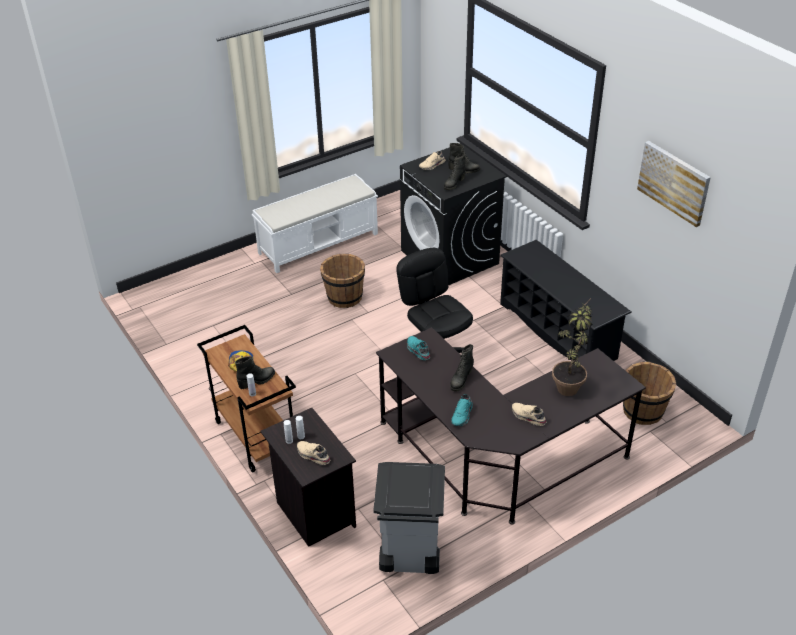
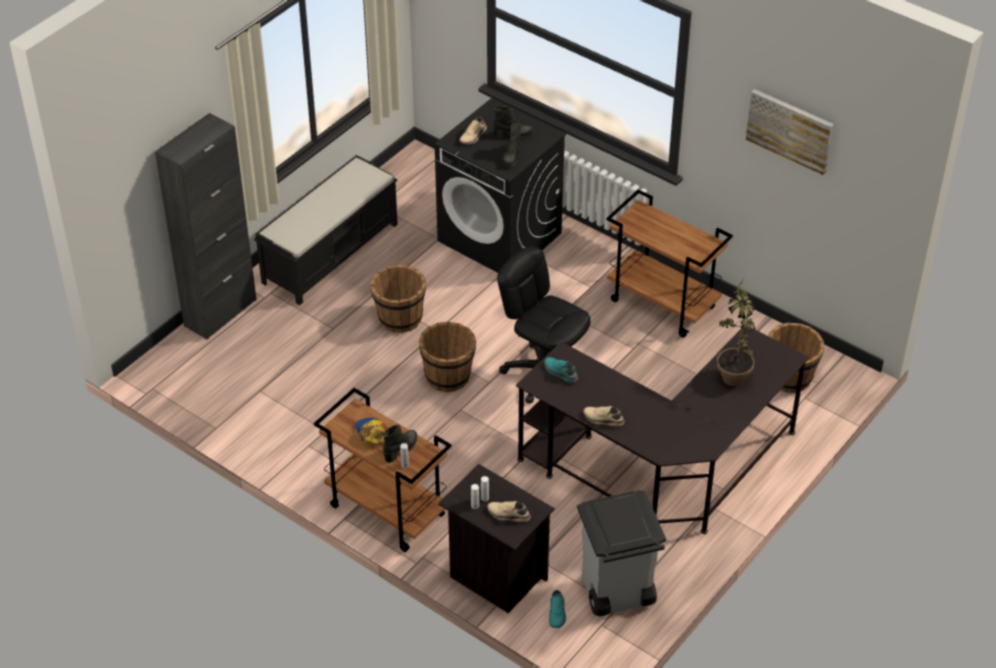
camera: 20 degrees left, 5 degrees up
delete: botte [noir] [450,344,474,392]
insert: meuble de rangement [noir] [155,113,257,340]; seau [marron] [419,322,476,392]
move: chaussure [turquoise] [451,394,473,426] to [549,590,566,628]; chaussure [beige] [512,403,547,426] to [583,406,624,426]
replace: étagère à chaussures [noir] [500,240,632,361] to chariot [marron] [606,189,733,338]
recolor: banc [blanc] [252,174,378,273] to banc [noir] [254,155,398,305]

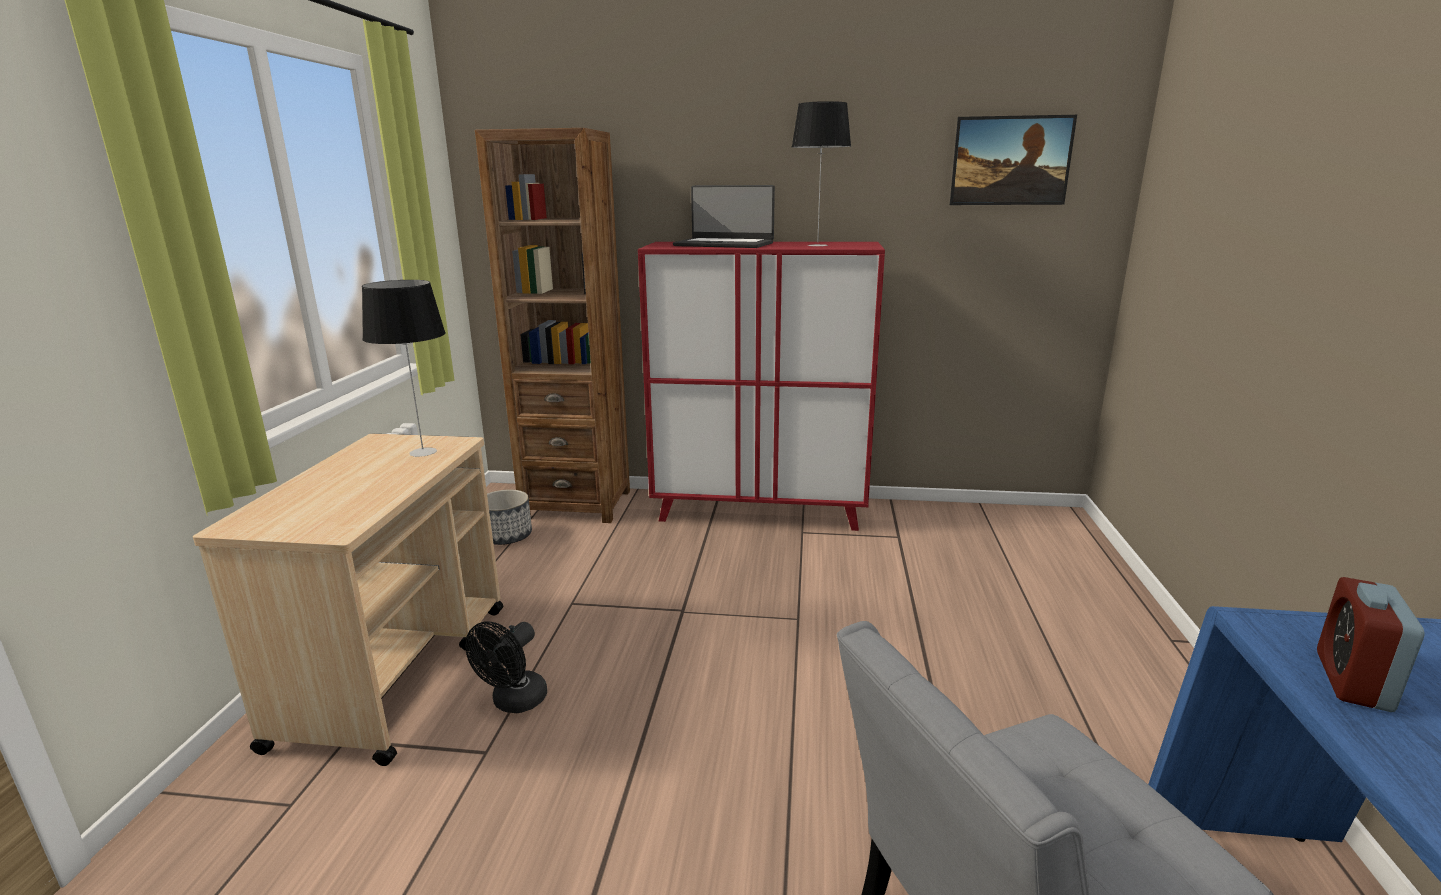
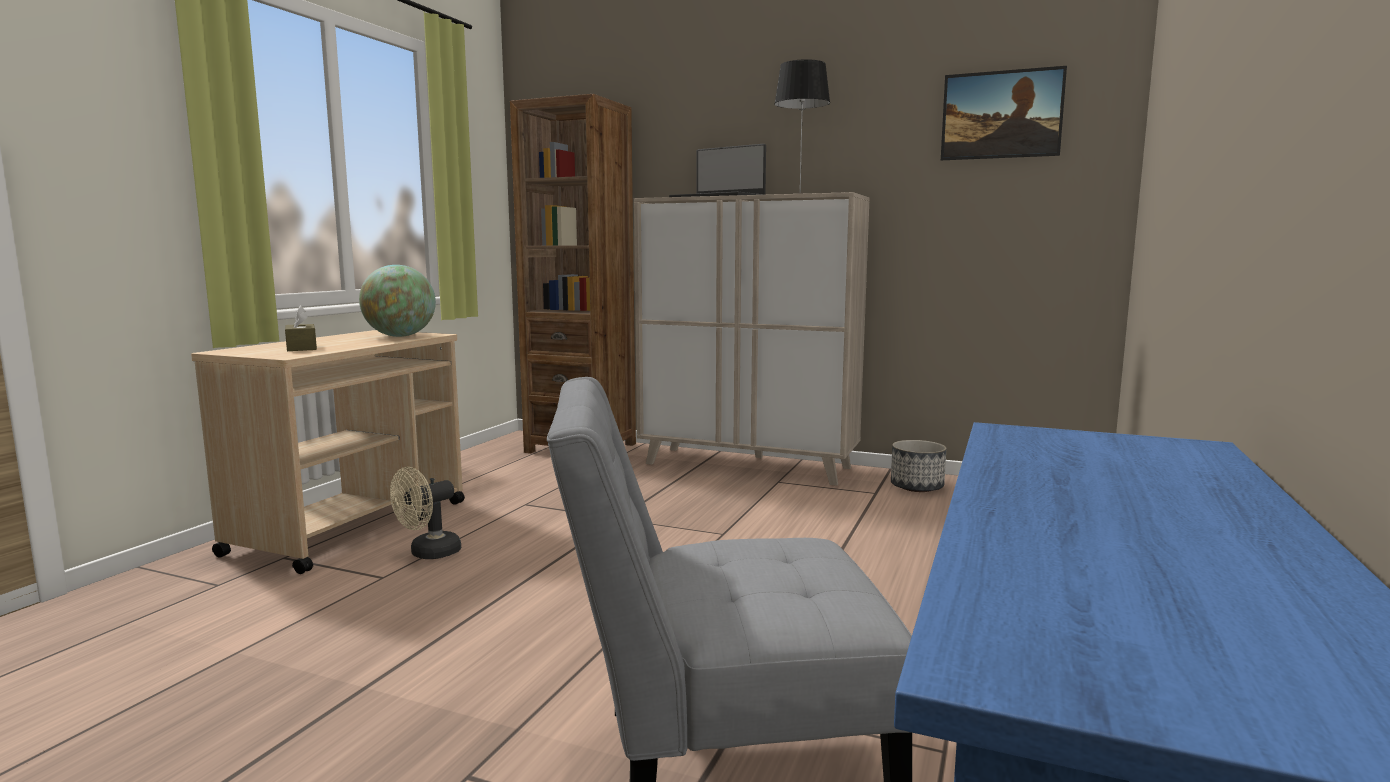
camera: 15 degrees right, 10 degrees down
delete: réveil [1317,577,1425,712]
insert: boîte à mouchoirs [marron] [285,306,317,351]
move: cache-pot [487,489,532,545] to [891,440,946,492]
replace: lampe de table [362,280,445,457] to globe [359,265,436,337]
recolor: ventilateur [noir] [465,622,547,713] to ventilateur [beige] [390,467,461,559]; meuble de rangement [rouge] [638,242,885,531] to meuble de rangement [beige] [634,192,869,486]

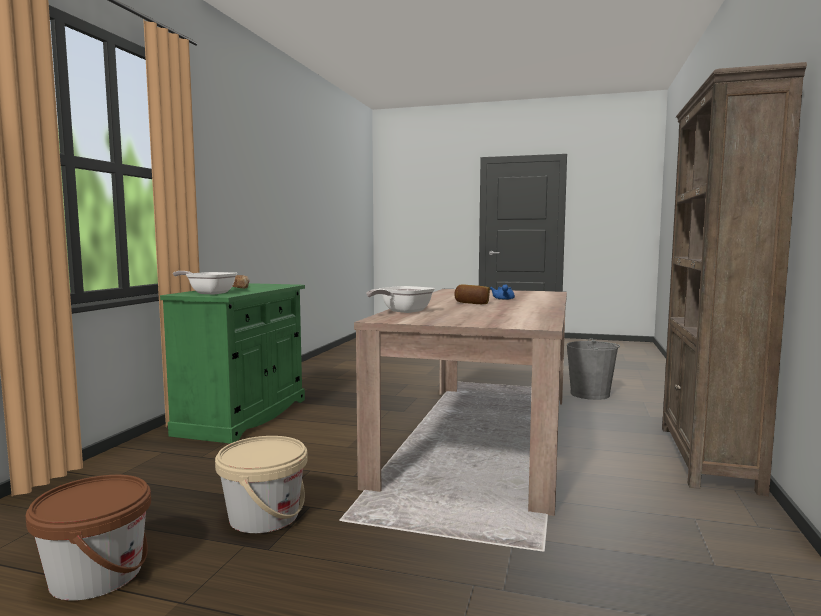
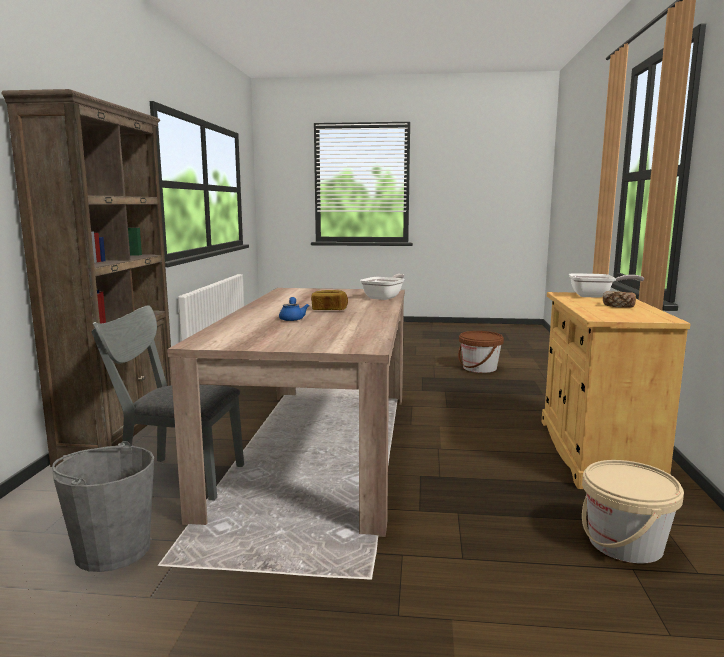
camera: 170 degrees right, 5 degrees up
insert: chaise [gris] [91,305,244,501]
move: seau [beige] [215,436,308,533] to [582,460,684,564]
recolor: meuble de rangement [vert] [160,283,305,444] to meuble de rangement [beige] [542,292,691,489]

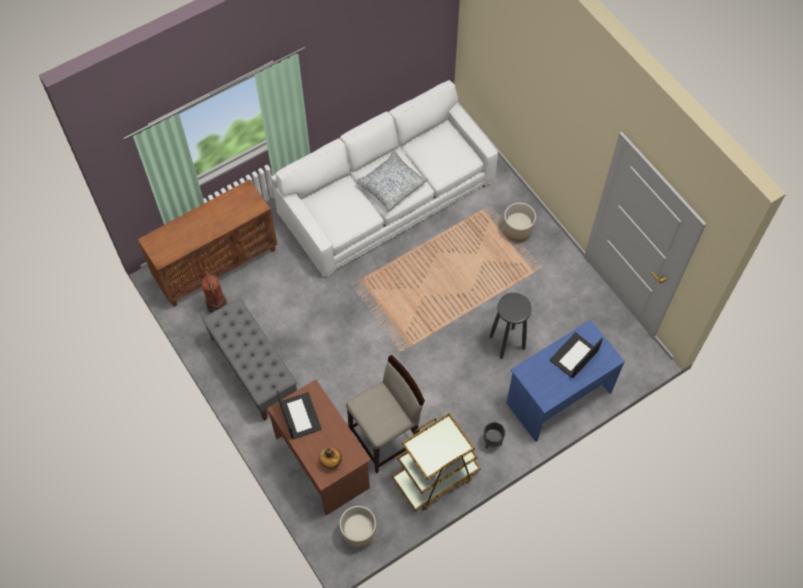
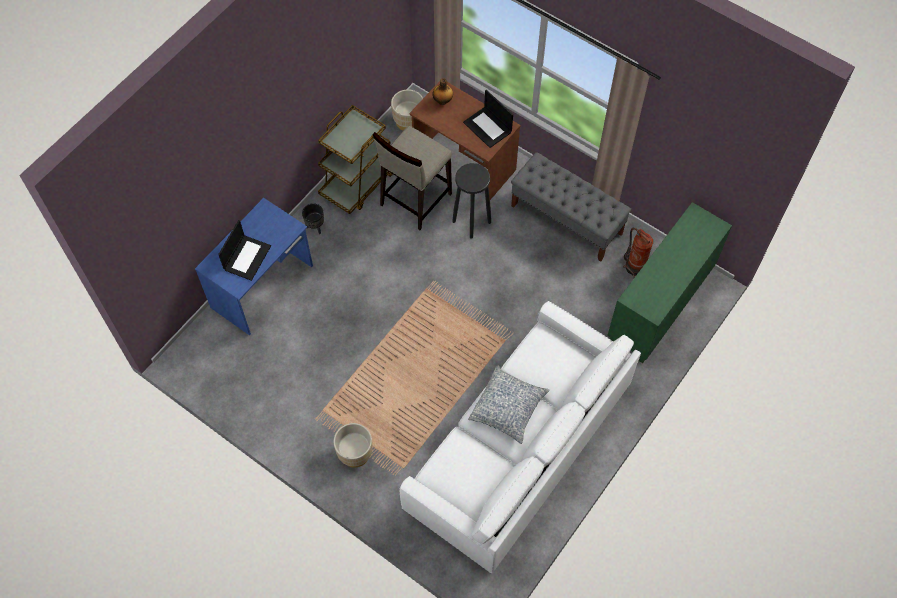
camera: 160 degrees right, 0 degrees up
move: tabouret [noir] [489,293,532,359] to [452,163,491,239]
recolor: meuble de rangement [marron] [137,179,277,307] to meuble de rangement [vert] [607,202,732,363]

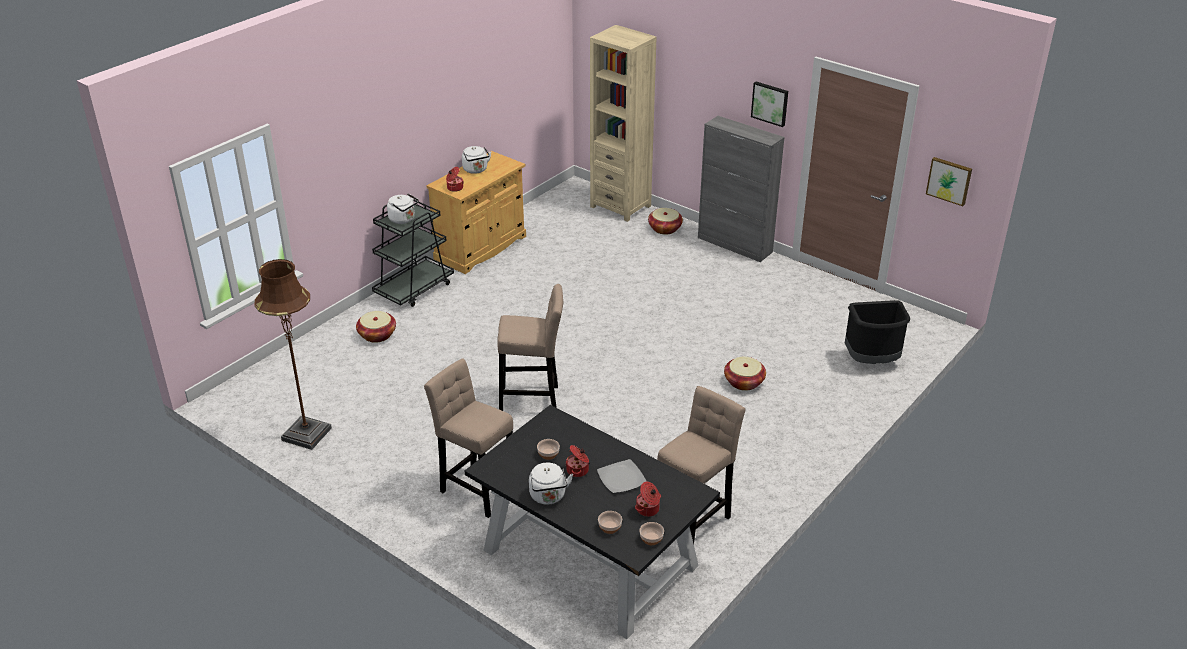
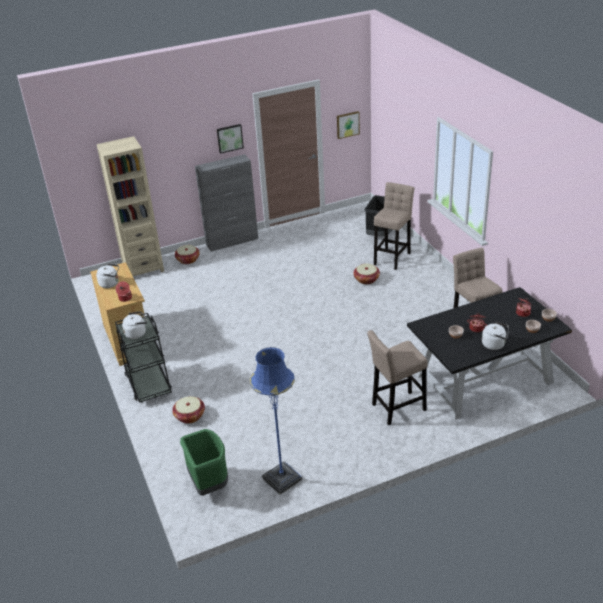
camera: 60 degrees left, 0 degrees up
delete: assiette [597,459,647,493]
insert: poubelle [vert] [180,429,228,496]
move: tabouret [beige] [497,284,563,411] to [374,182,414,270]
recolor: lampadaire [marron] [255,259,332,450] to lampadaire [bleu] [250,347,302,494]

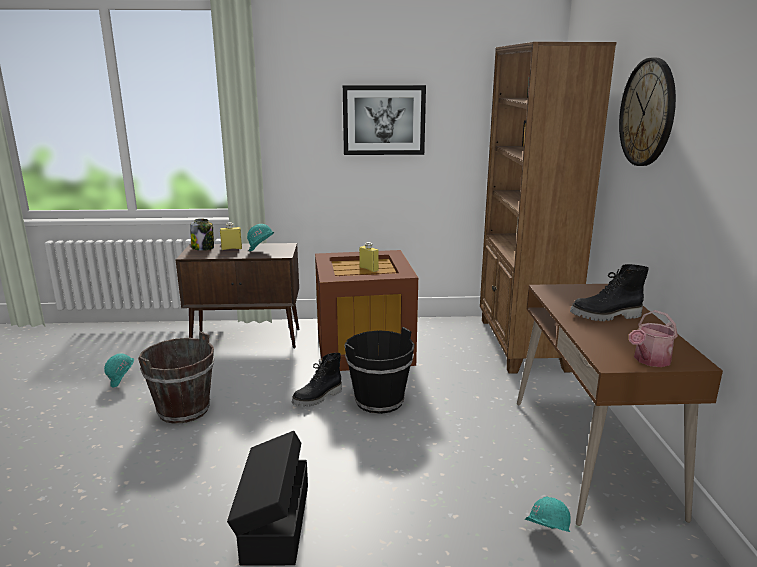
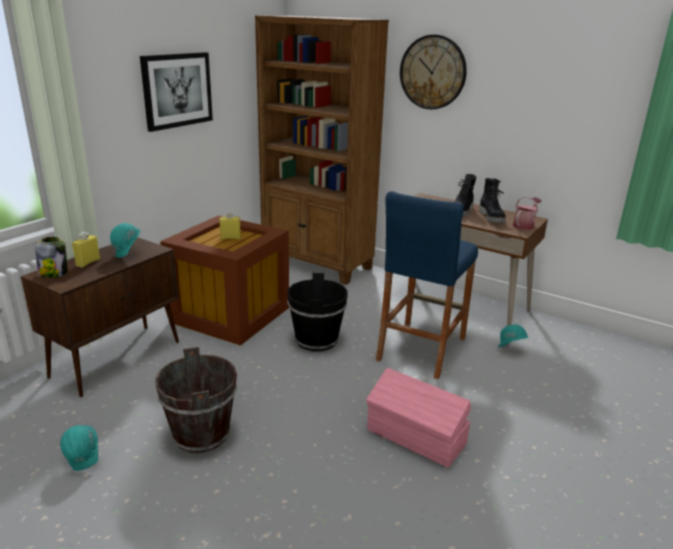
camera: 55 degrees left, 5 degrees up
insert: tabouret [bleu] [376,191,478,379]
move: botte [noir] [292,353,342,406] to [479,178,506,223]
recolor: boîte de rangement [noir] [227,431,308,566] to boîte de rangement [rose] [366,368,471,468]
rotate: arrosoir [629,310,678,367] = [513,196,541,230] 135 degrees counterclockwise

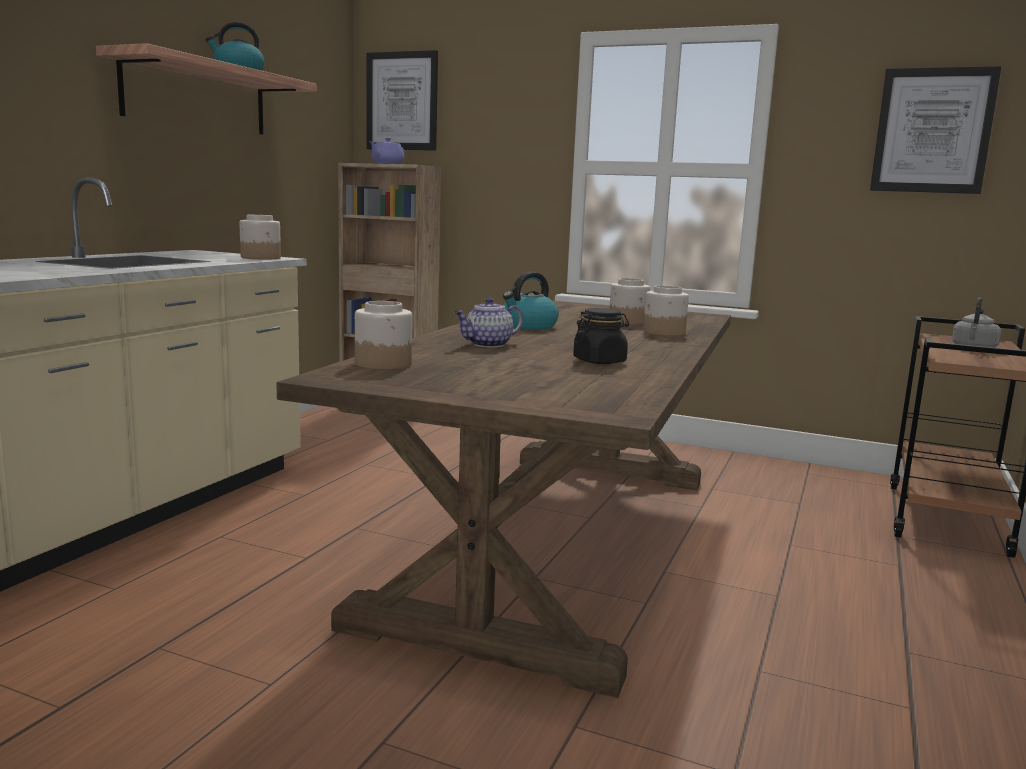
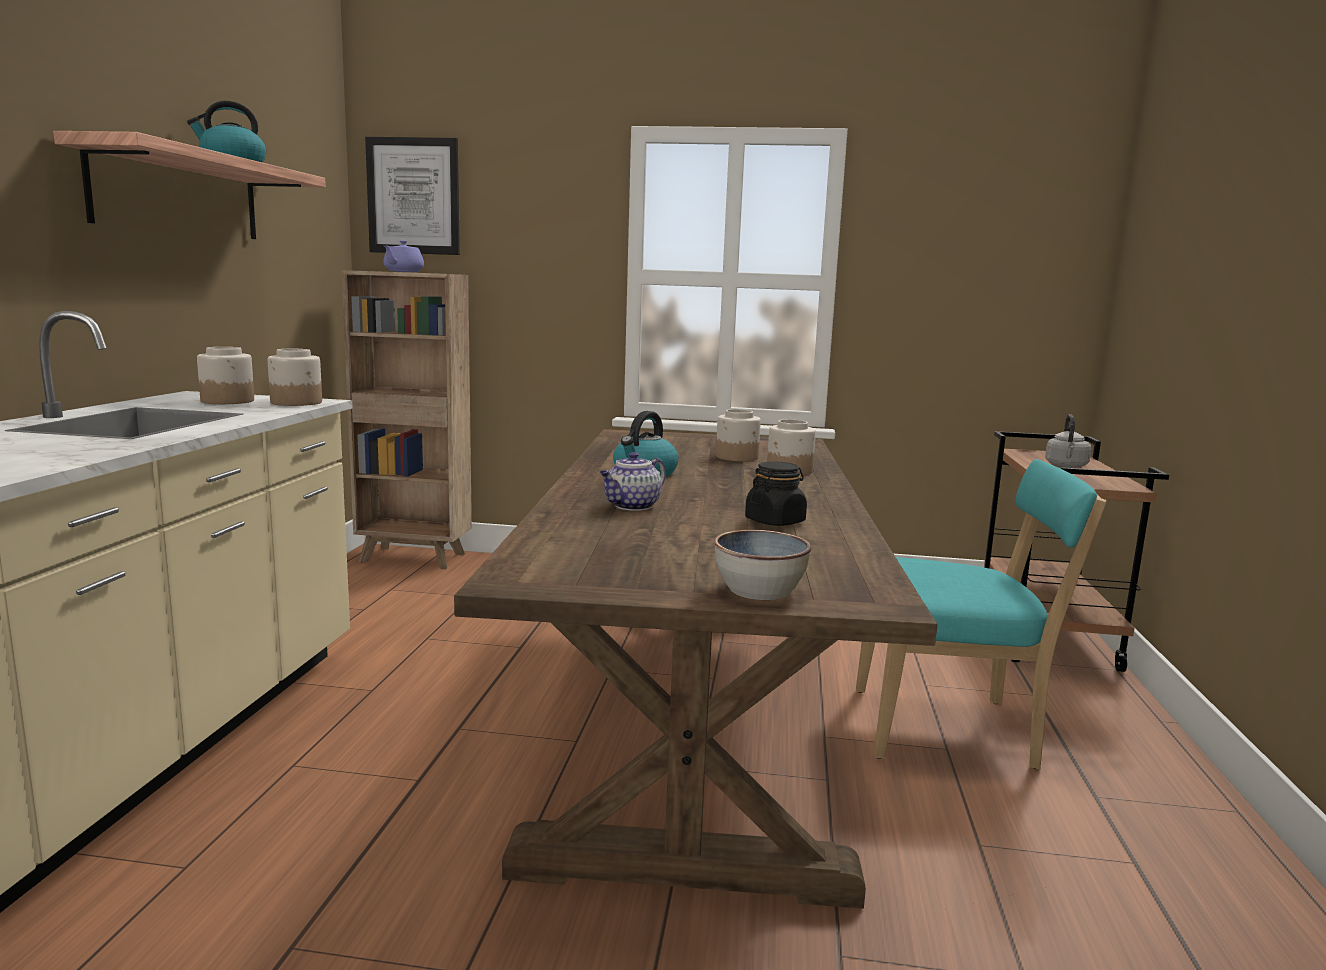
camera: 15 degrees left, 0 degrees up
delete: tableau [870,66,1002,194]
insert: bol [714,530,811,600]; chaise [turquoise] [856,459,1106,770]
move: bocal [355,301,412,370] to [197,347,254,404]

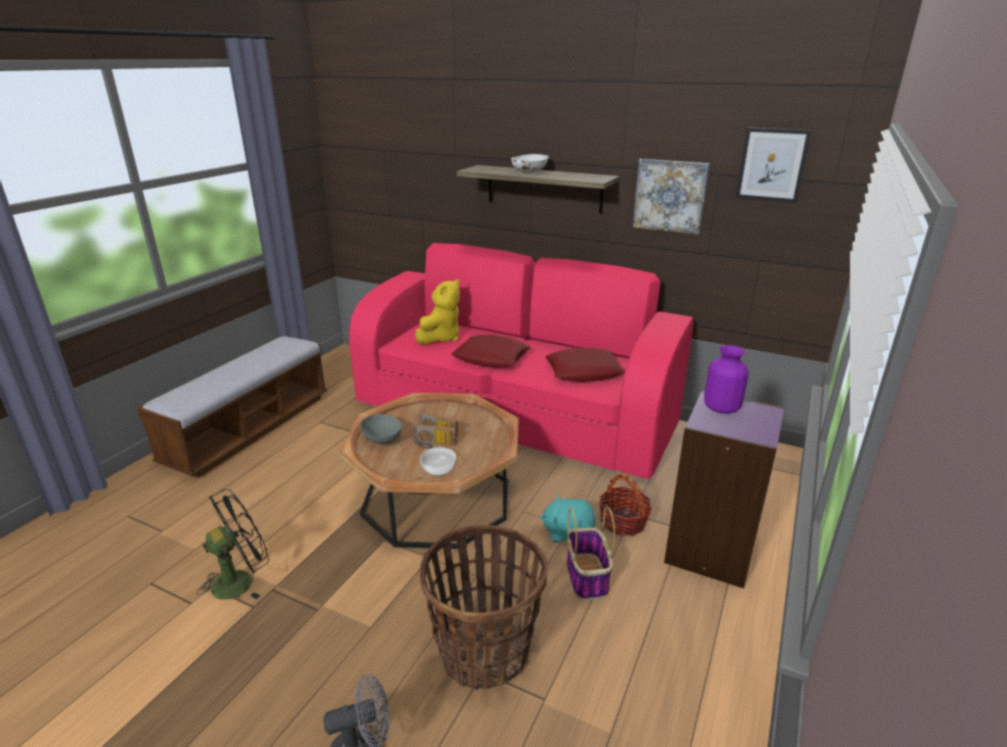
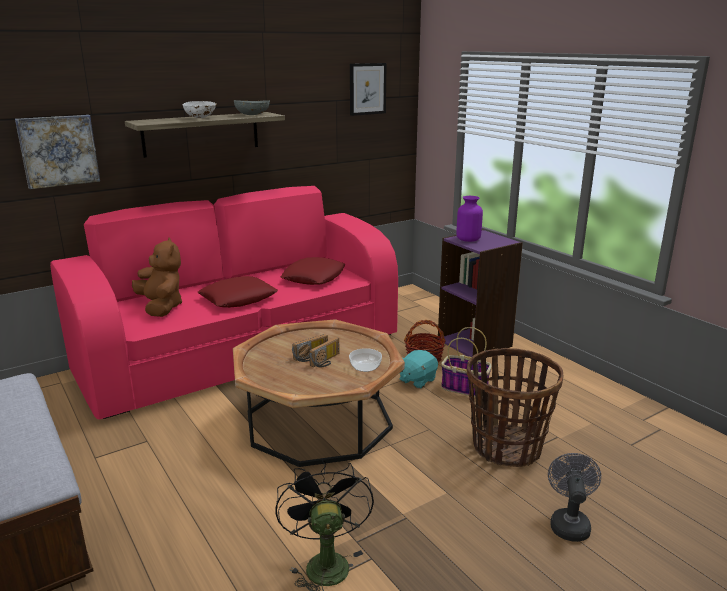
camera: 60 degrees left, 5 degrees down
move: bol [gris] [360,414,402,444] to [233,100,270,115]; tableau [633,159,710,235] to [15,115,100,189]
recolor: peluche [jaune] [415,279,460,345] to peluche [marron] [132,237,182,317]

